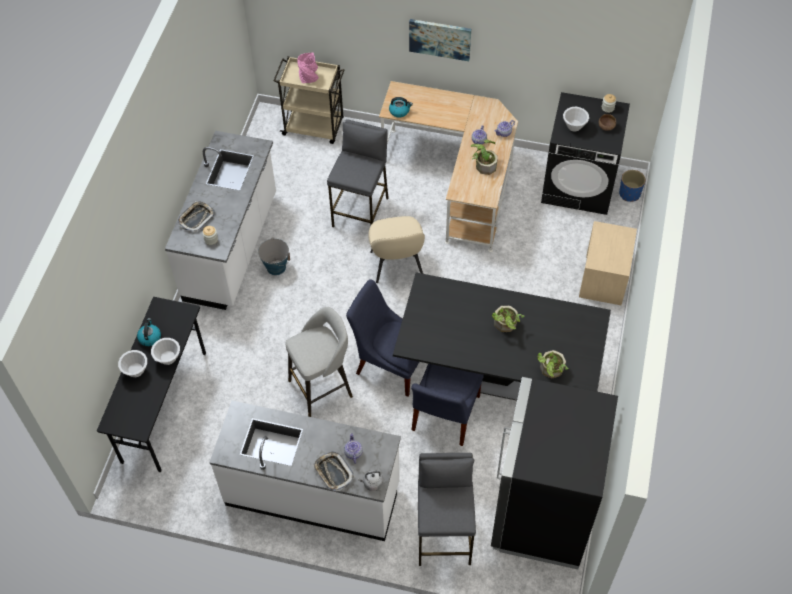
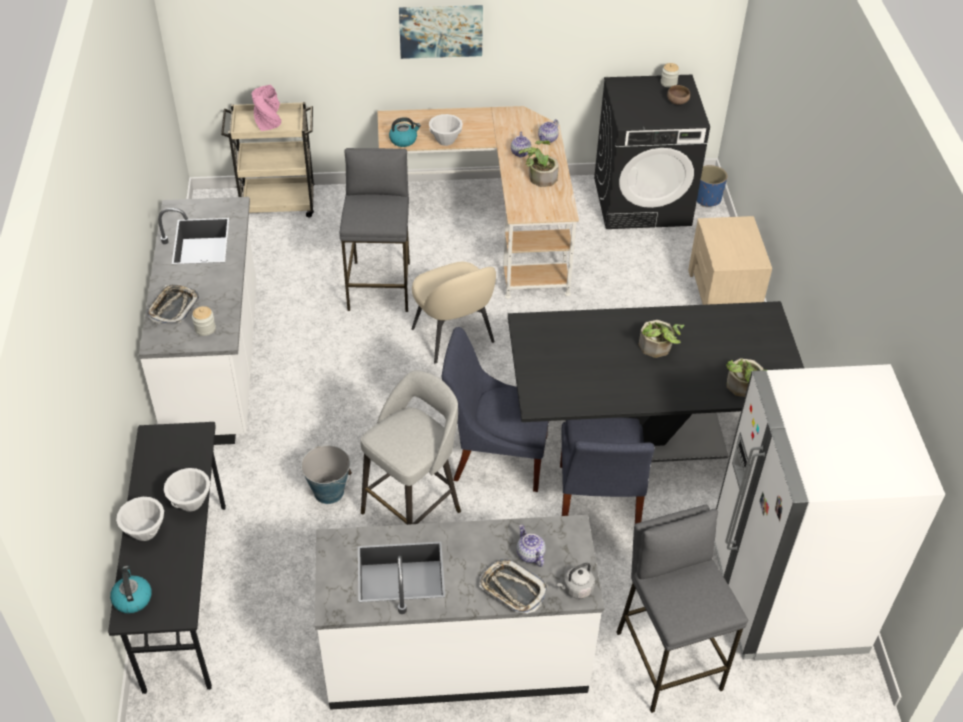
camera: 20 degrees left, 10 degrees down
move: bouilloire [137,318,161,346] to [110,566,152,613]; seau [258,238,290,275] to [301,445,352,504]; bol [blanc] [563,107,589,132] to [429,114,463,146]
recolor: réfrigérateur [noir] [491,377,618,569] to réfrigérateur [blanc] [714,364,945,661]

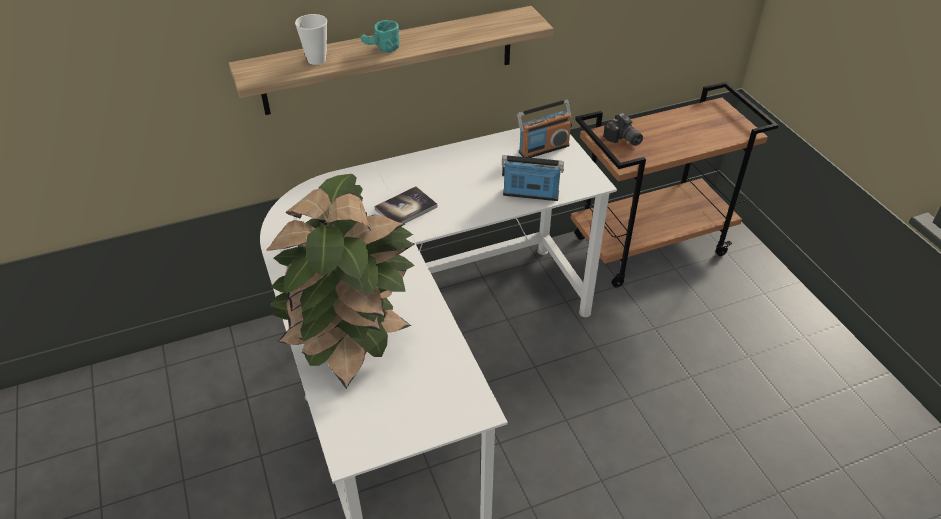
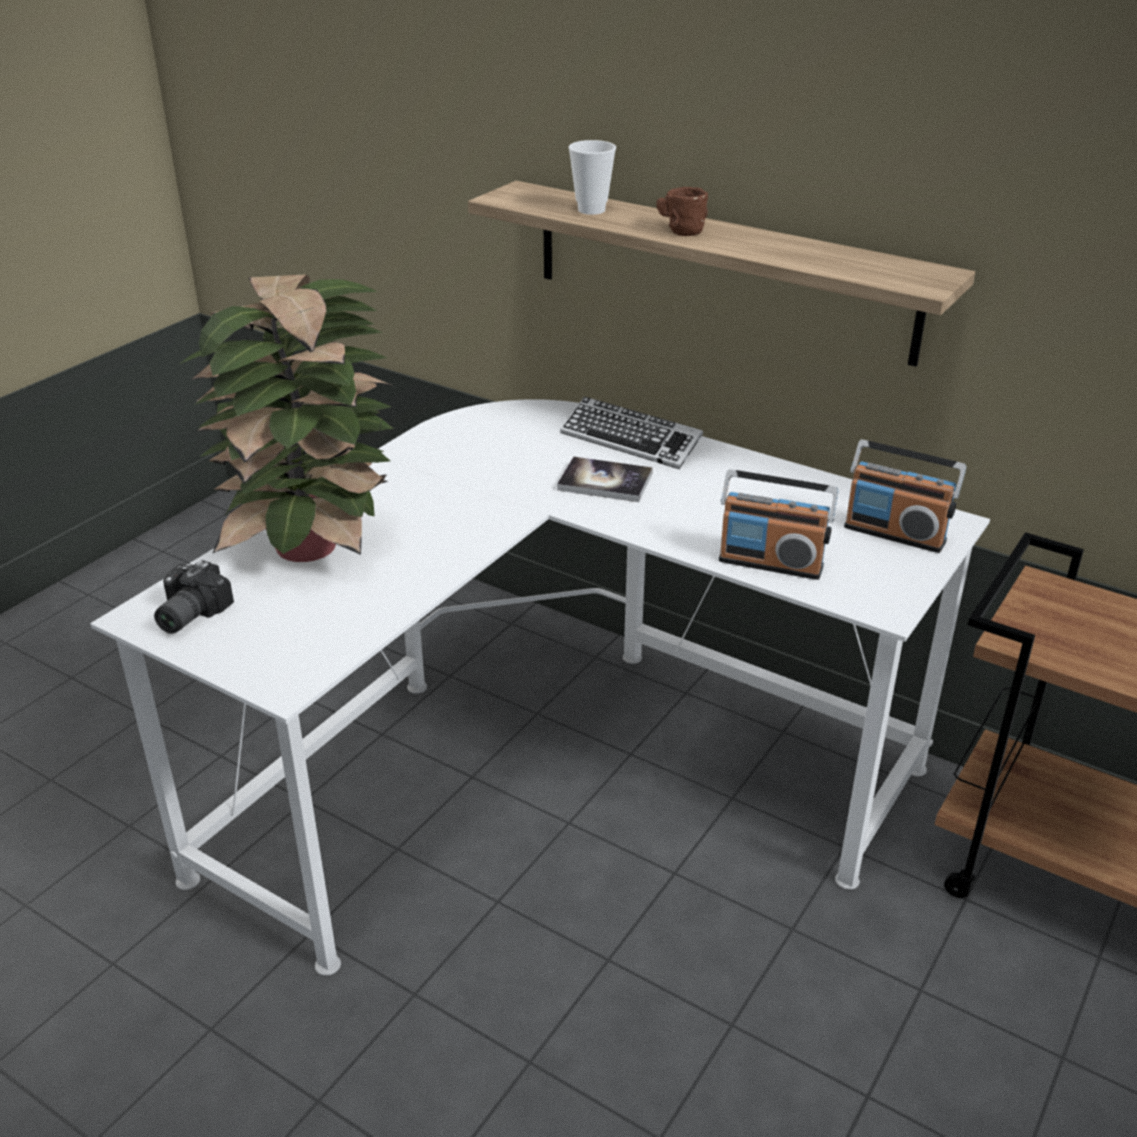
camera: 55 degrees right, 10 degrees down
insert: clavier [560,396,703,469]
move: appareil photo [603,113,643,146] to [154,560,234,634]
recolor: mug [turquoise] [361,20,399,52] to mug [marron] [656,187,708,236]
rotate: radio [502,155,564,201] = [719,469,838,580] 135 degrees clockwise

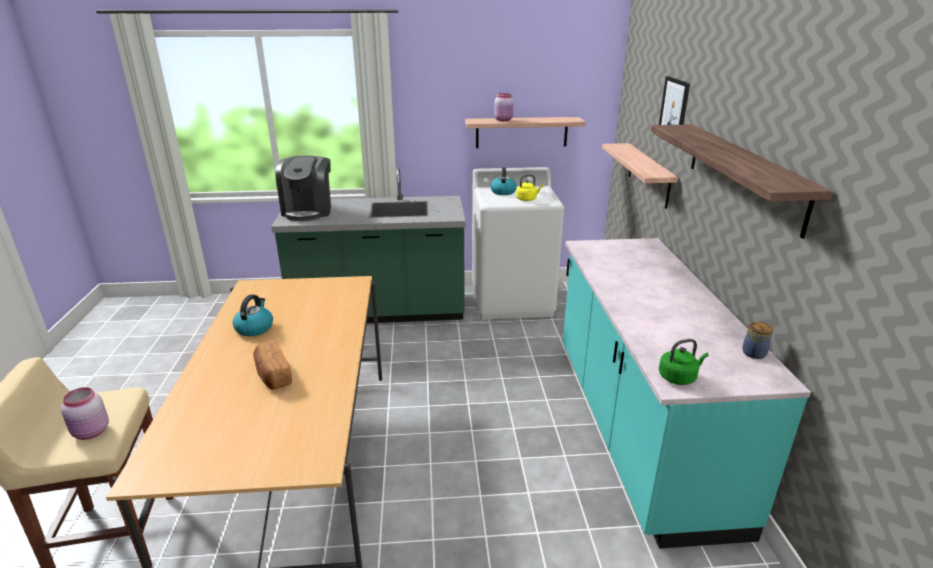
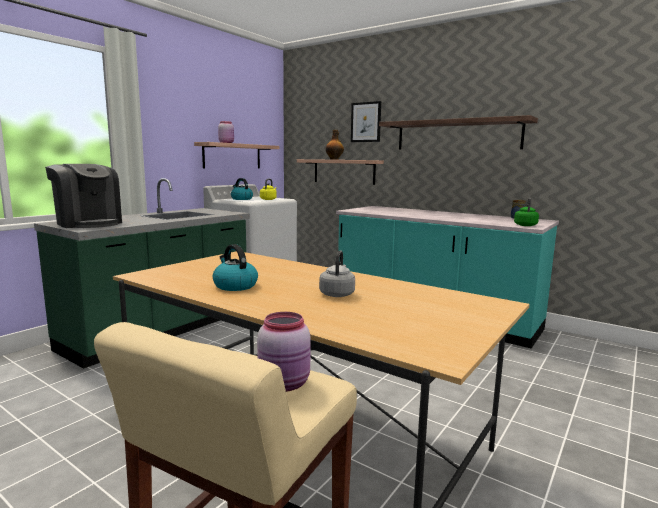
camera: 50 degrees left, 15 degrees down
insert: bouteille [326,130,344,160]
replace: pain [253,340,292,390] to bouilloire [gris] [319,250,355,297]

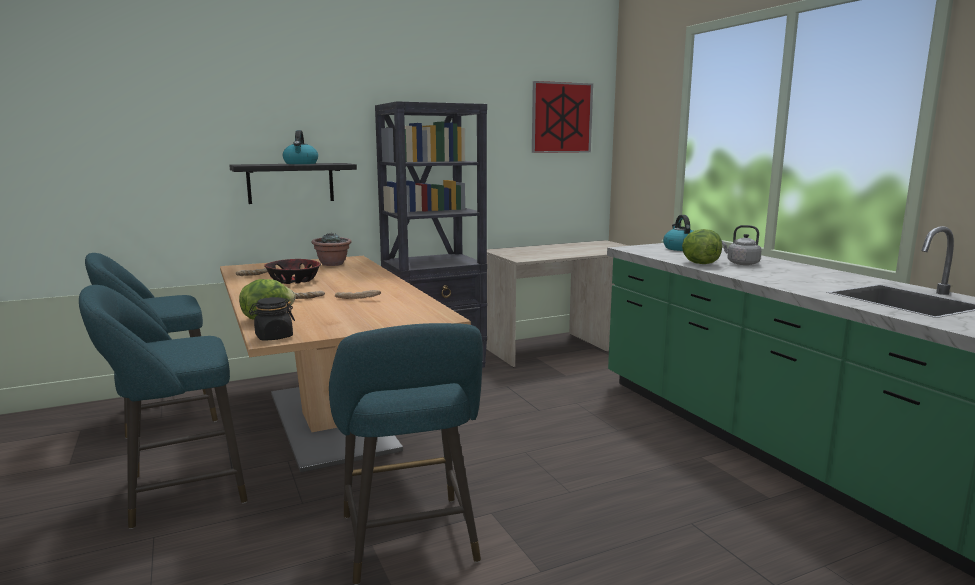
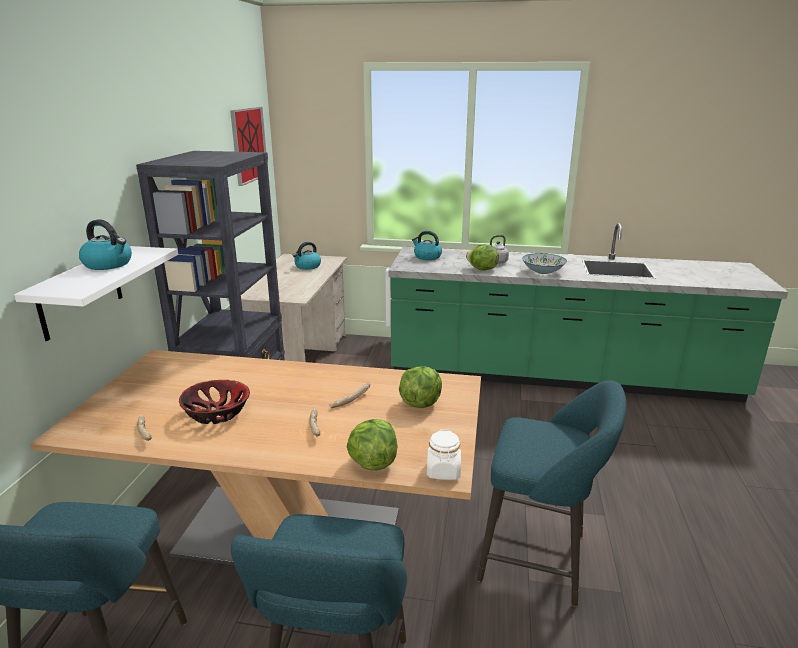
camera: 55 degrees left, 10 degrees up
delete: plante en pot [312,233,352,266]
insert: bouilloire [293,242,321,270]; laitue [399,366,442,408]; bol [522,253,567,274]
recolor: étagère [noir] [229,163,357,204] to étagère [blanc] [14,246,178,341]; bocal [noir] [249,297,295,341] to bocal [blanc] [427,429,461,480]

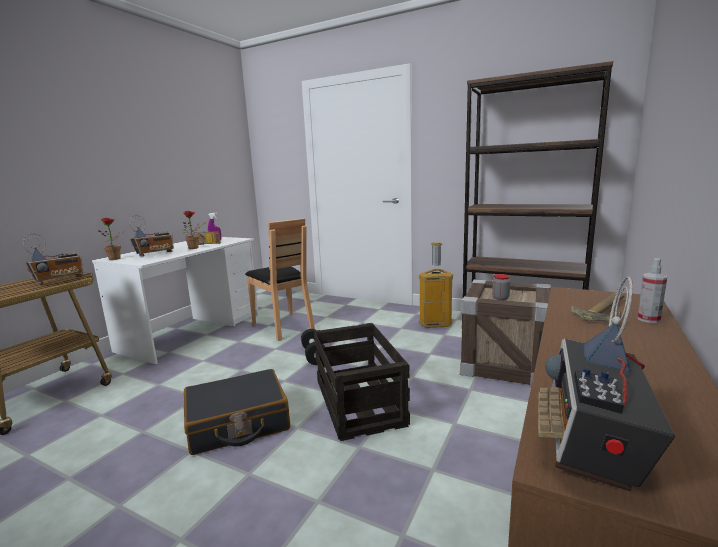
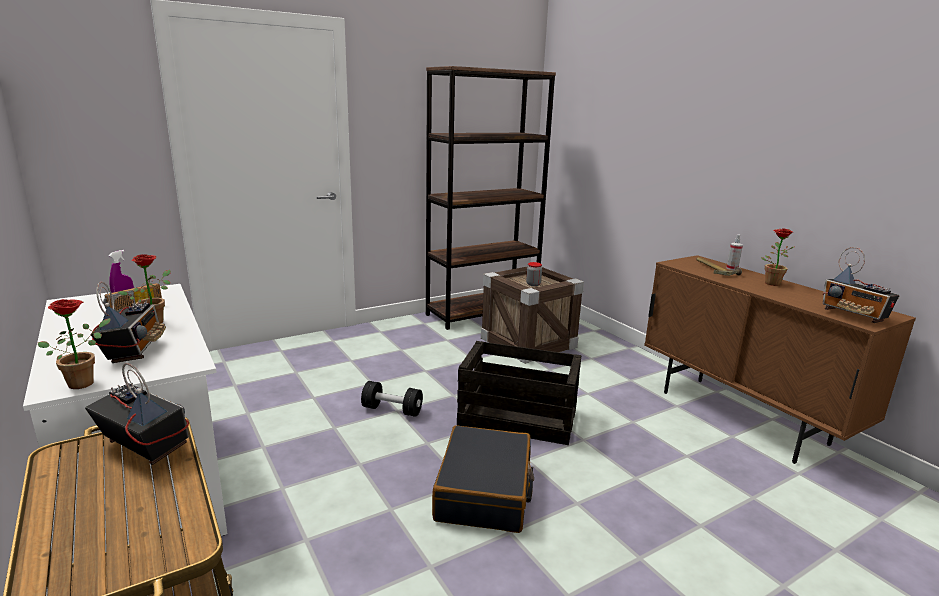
camera: 60 degrees left, 5 degrees up
delete: chaise [marron] [245,218,315,341]; poubelle [419,242,453,328]
insert: plante en pot [761,228,794,286]
rotate: radio [23,233,84,284] = [85,363,189,465] 45 degrees counterclockwise

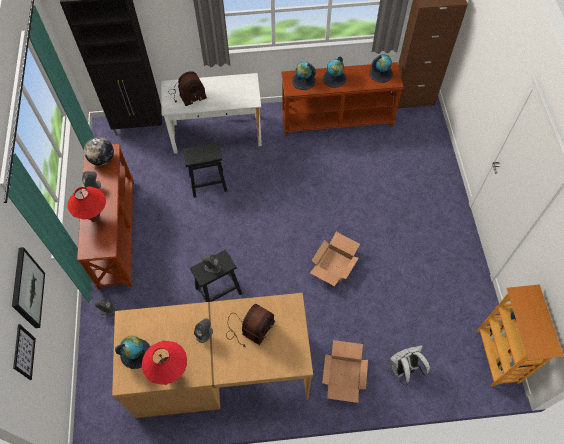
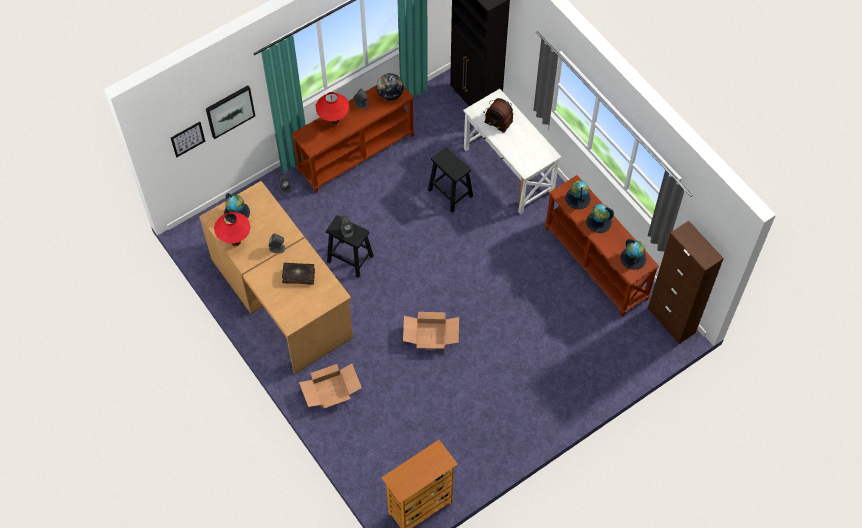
camera: 60 degrees right, 0 degrees up
delete: sac à dos [blanc] [389,345,430,386]
replace: radio [226,304,275,347] to livre [282,263,315,285]

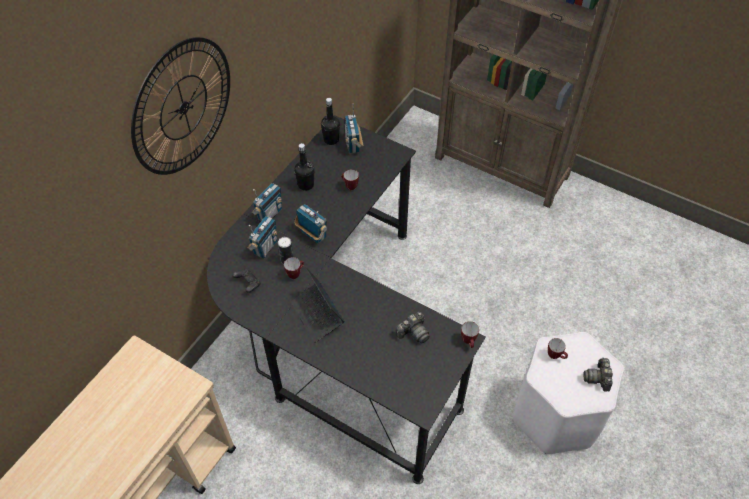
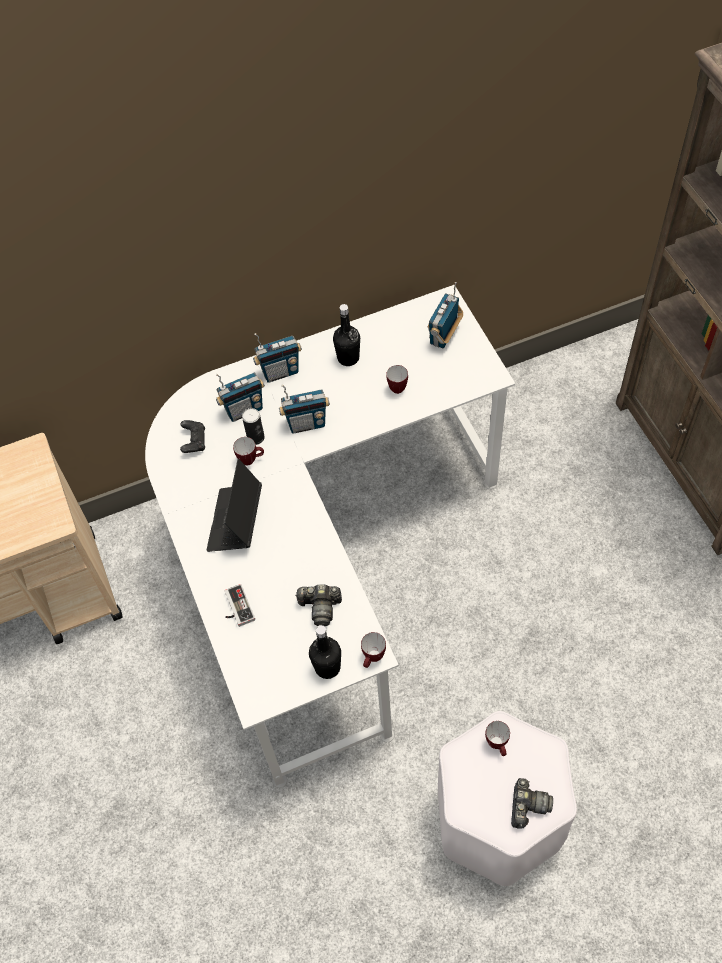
camera: 40 degrees right, 5 degrees up
delete: horloge murale [131,37,230,175]
insert: manette [225,584,255,627]
move: bouteille [noir] [321,98,340,145] to [309,625,341,679]
recolor: bureau [noir] [207,115,485,484] to bureau [blanc] [145,285,515,788]
rotate: radio [294,204,327,243] = [279,384,330,434] 90 degrees clockwise; appareil photo [583,358,613,391] = [511,778,553,829] 150 degrees clockwise

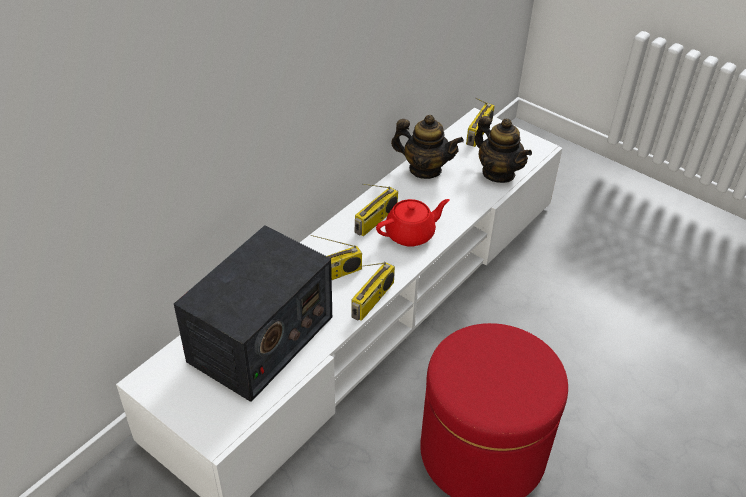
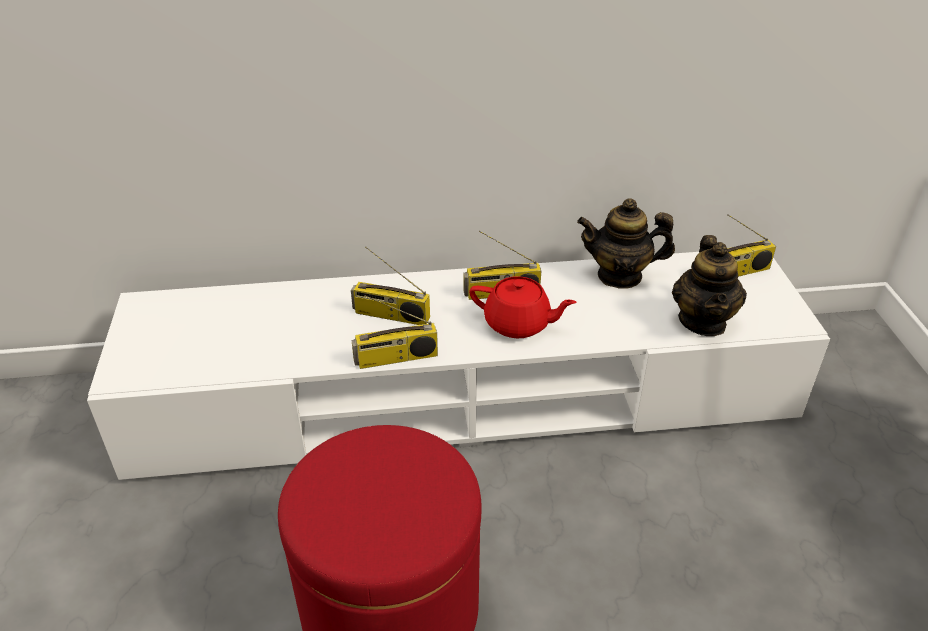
camera: 45 degrees right, 5 degrees down
delete: radio [174,225,332,402]
rotate: théière [391,115,464,179] = [577,198,675,288] 120 degrees clockwise

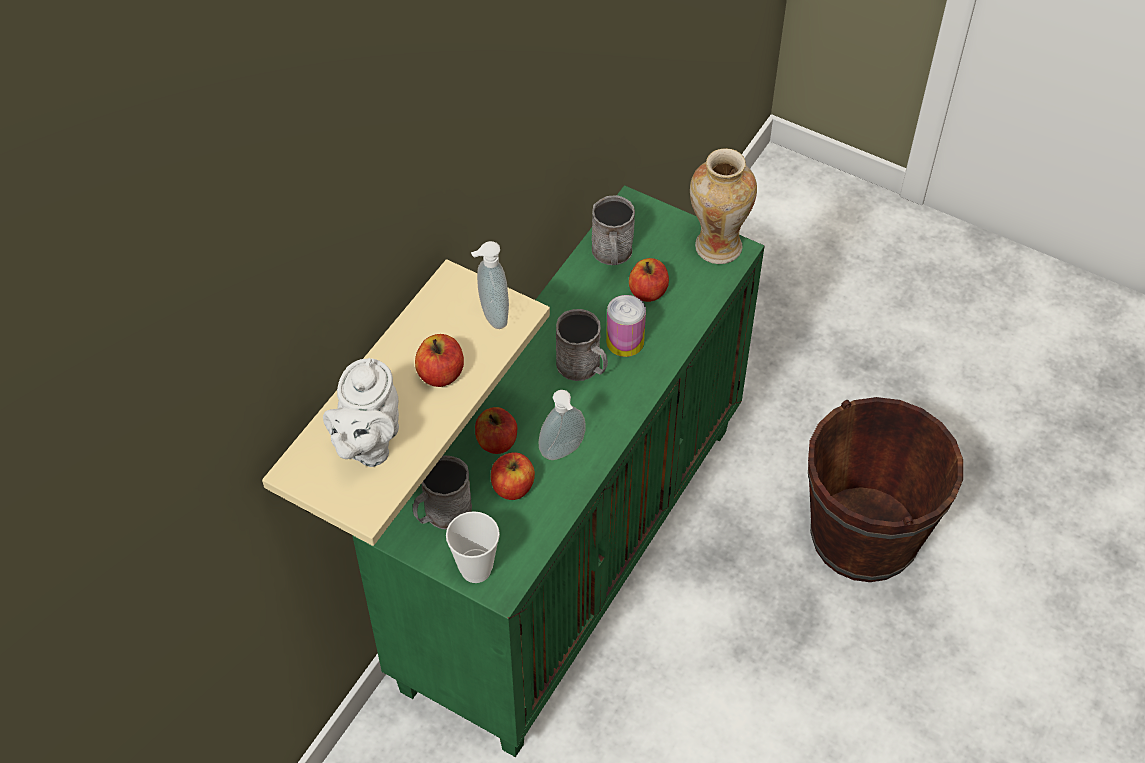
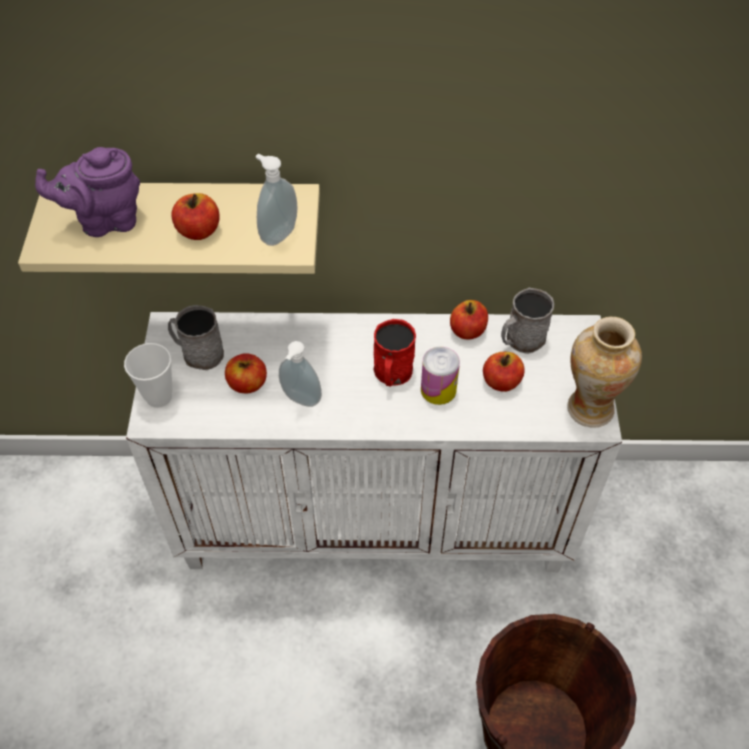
camera: 60 degrees right, 0 degrees up
move: pomme [475,407,517,454] to [450,300,488,339]
recolor: théière [blanc] [323,358,399,467] to théière [violet] [35,147,140,237]; meuble de rangement [vert] [352,185,764,757] to meuble de rangement [blanc] [126,312,622,572]; mug [gris] [556,309,608,381] to mug [rouge] [373,319,416,387]

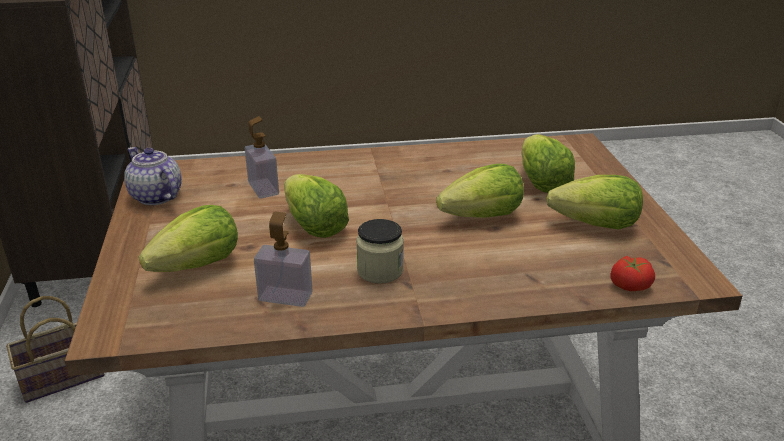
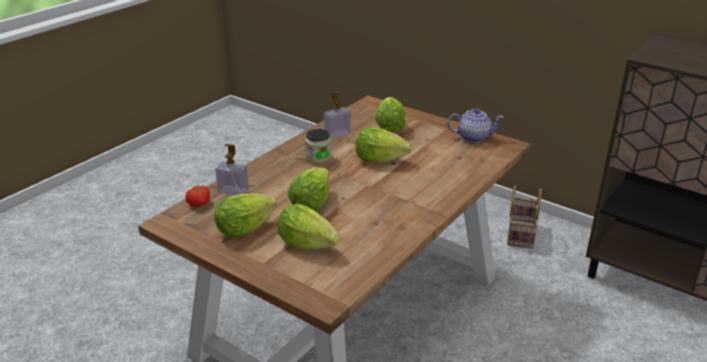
camera: 135 degrees right, 0 degrees up
move: distributeur de savon [245,116,279,199] to [215,144,249,196]

